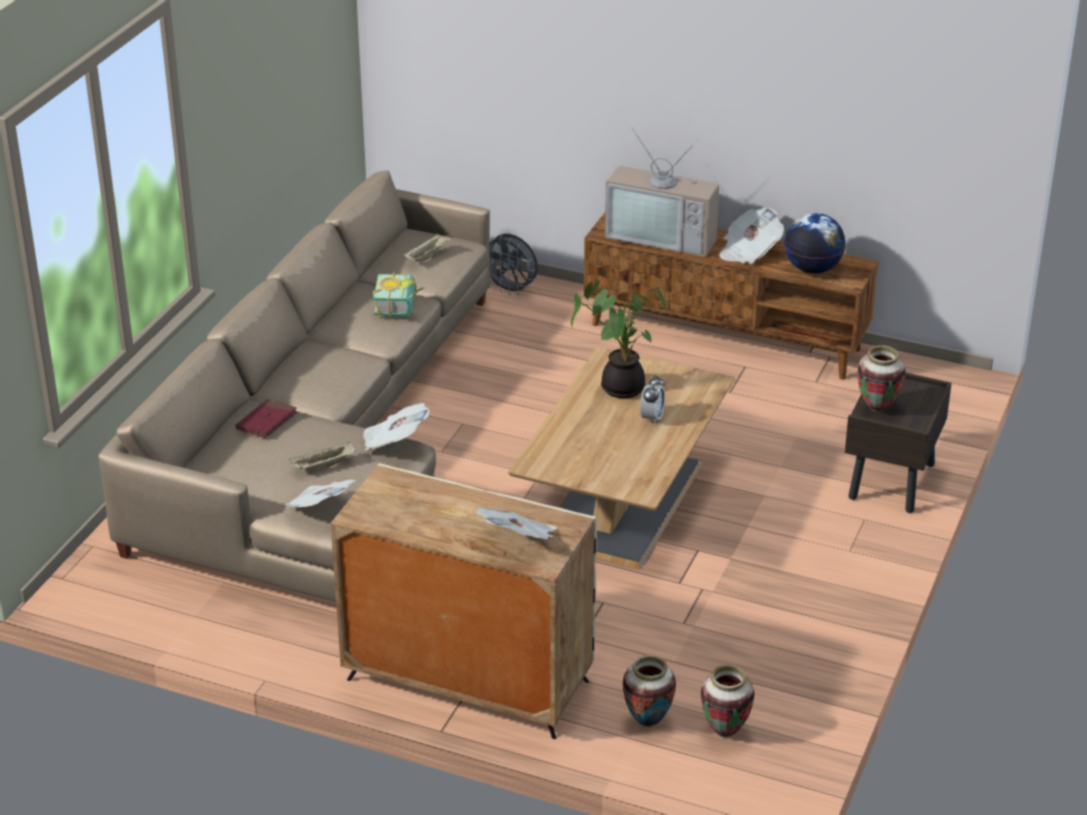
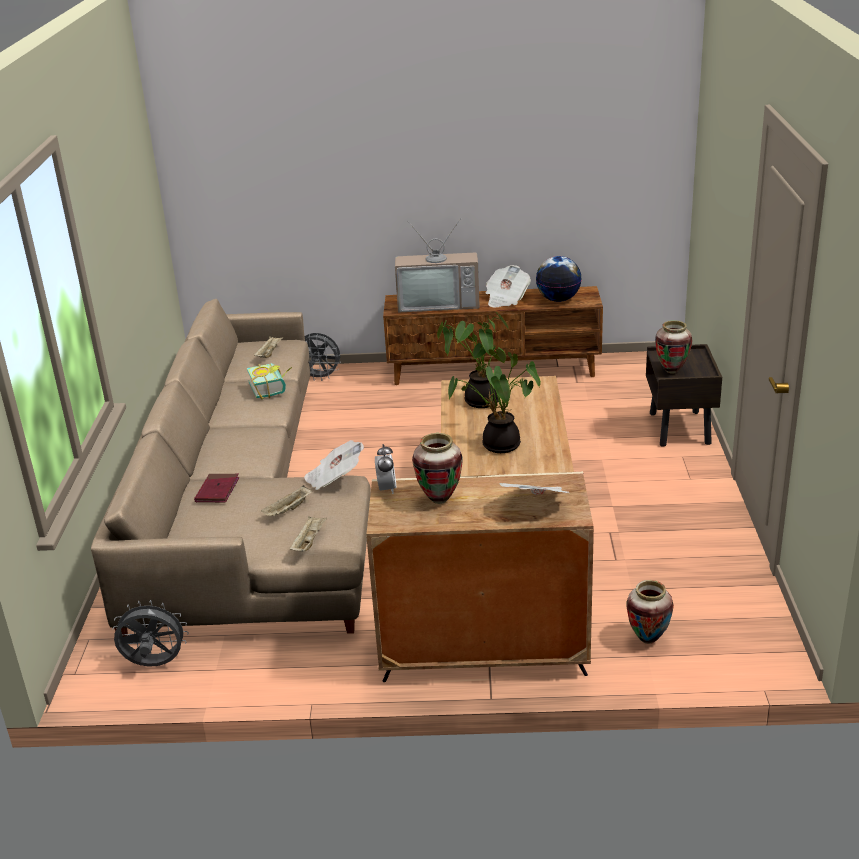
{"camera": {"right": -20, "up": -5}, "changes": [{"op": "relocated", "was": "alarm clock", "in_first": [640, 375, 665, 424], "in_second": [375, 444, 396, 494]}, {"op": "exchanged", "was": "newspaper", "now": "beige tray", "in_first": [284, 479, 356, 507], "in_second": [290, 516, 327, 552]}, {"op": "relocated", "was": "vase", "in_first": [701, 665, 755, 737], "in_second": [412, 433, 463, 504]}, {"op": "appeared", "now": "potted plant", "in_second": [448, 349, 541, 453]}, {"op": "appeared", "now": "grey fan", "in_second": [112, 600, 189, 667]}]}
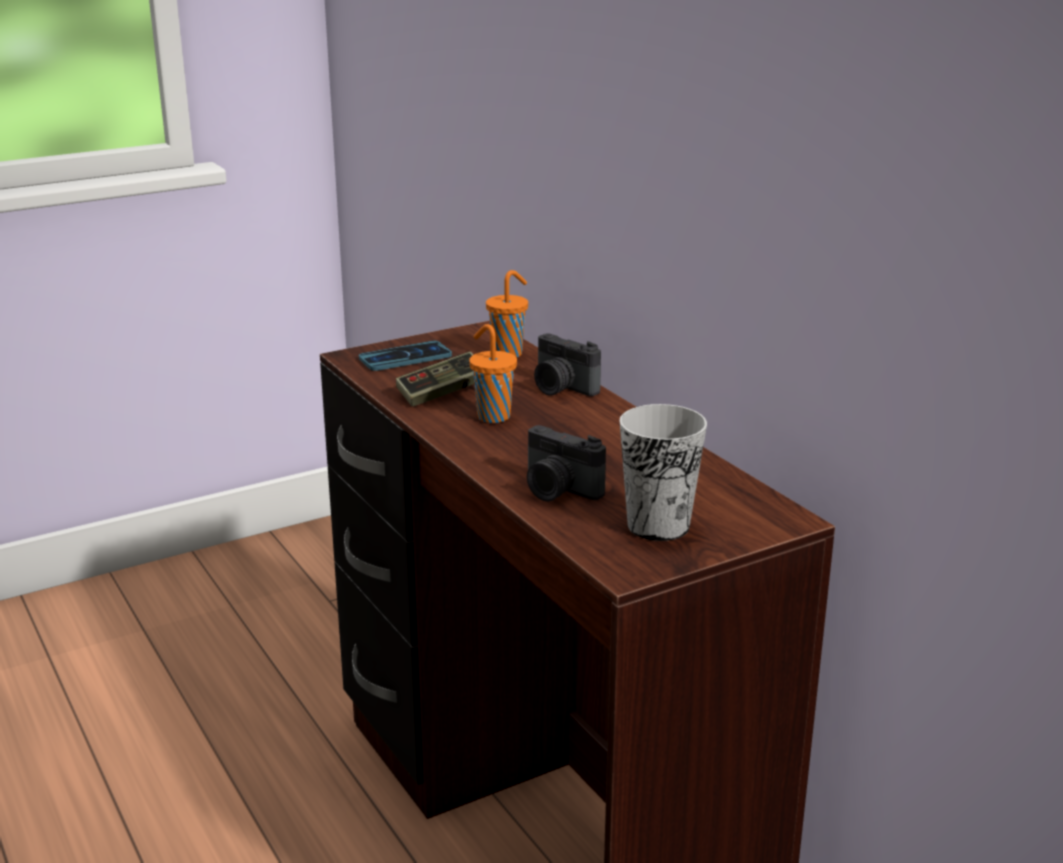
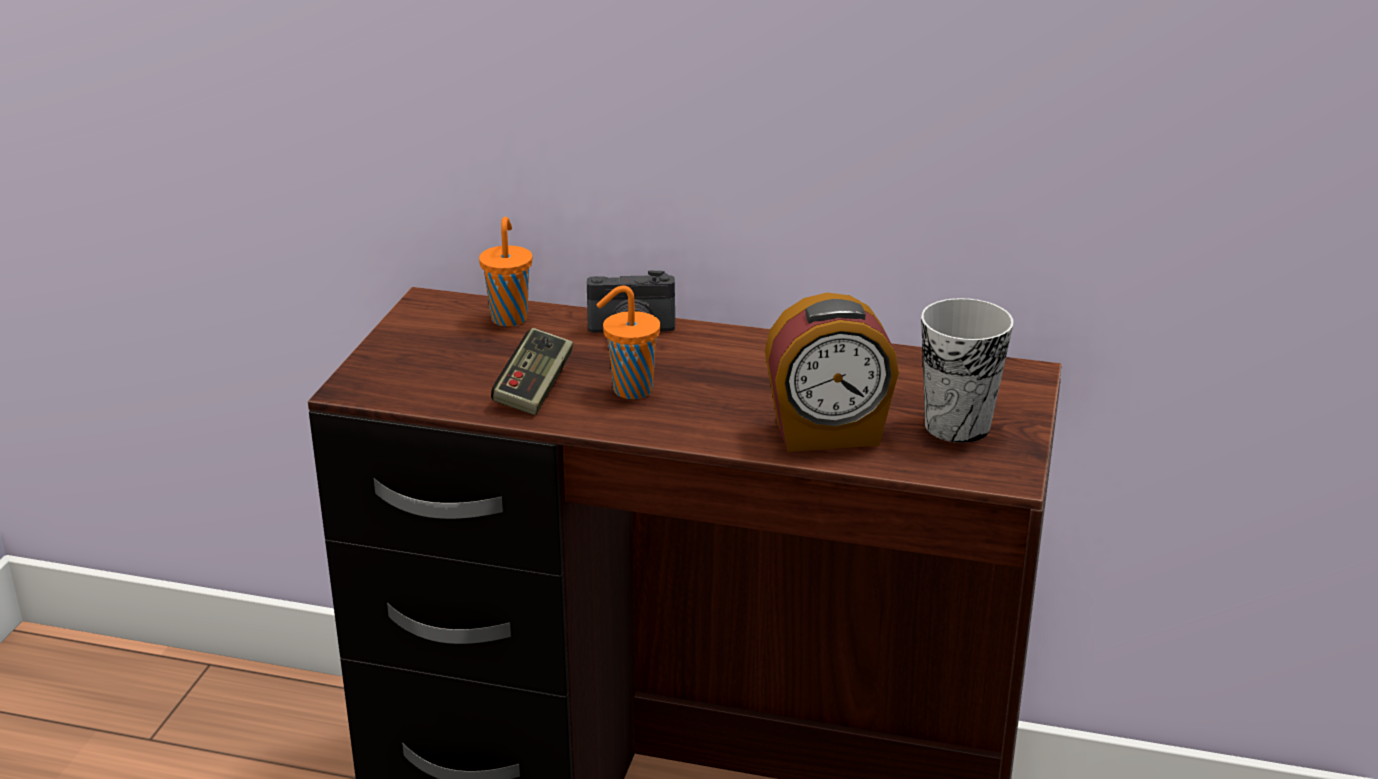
{"camera": {"right": -45, "up": 5}, "changes": [{"op": "missing", "was": "phone", "in_first": [359, 341, 452, 371]}, {"op": "exchanged", "was": "photo camera", "now": "alarm clock", "in_first": [527, 425, 606, 502], "in_second": [765, 293, 899, 452]}]}
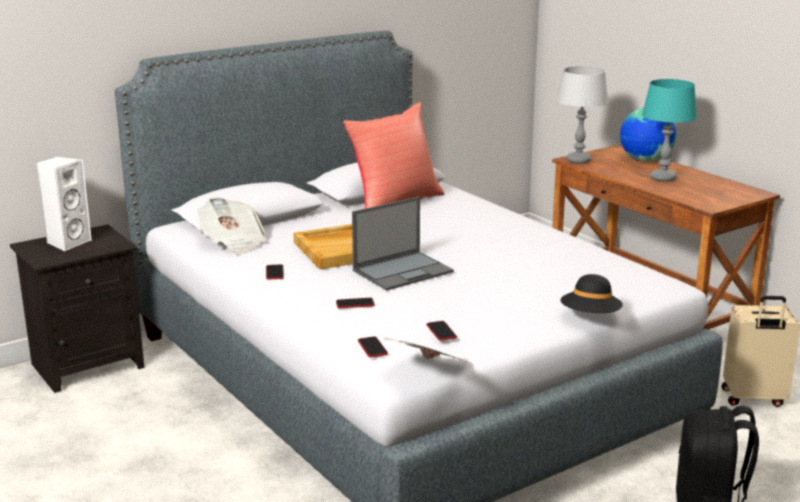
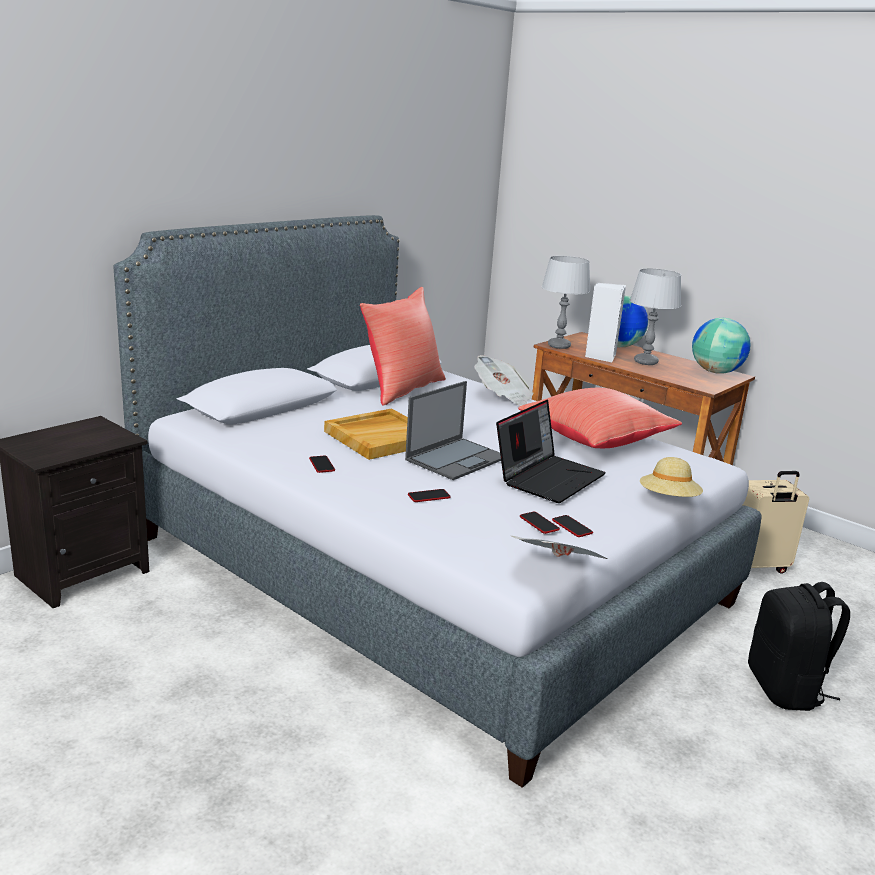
{"camera": {"right": -15, "up": 0}, "changes": [{"op": "colour", "was": "turquoise table lamp", "now": "grey table lamp", "in_first": [642, 79, 697, 182], "in_second": [630, 268, 681, 365]}, {"op": "relocated", "was": "white speaker", "in_first": [36, 156, 92, 251], "in_second": [585, 283, 626, 362]}, {"op": "relocated", "was": "newspaper", "in_first": [197, 197, 267, 255], "in_second": [474, 355, 534, 406]}, {"op": "colour", "was": "black hat", "now": "beige hat", "in_first": [561, 274, 623, 313], "in_second": [640, 457, 703, 497]}, {"op": "relocated", "was": "phone", "in_first": [358, 336, 388, 357], "in_second": [552, 515, 593, 537]}, {"op": "appeared", "now": "globe", "in_second": [692, 318, 751, 374]}, {"op": "appeared", "now": "red pillow", "in_second": [518, 388, 682, 448]}, {"op": "appeared", "now": "laptop", "in_second": [496, 400, 606, 503]}]}
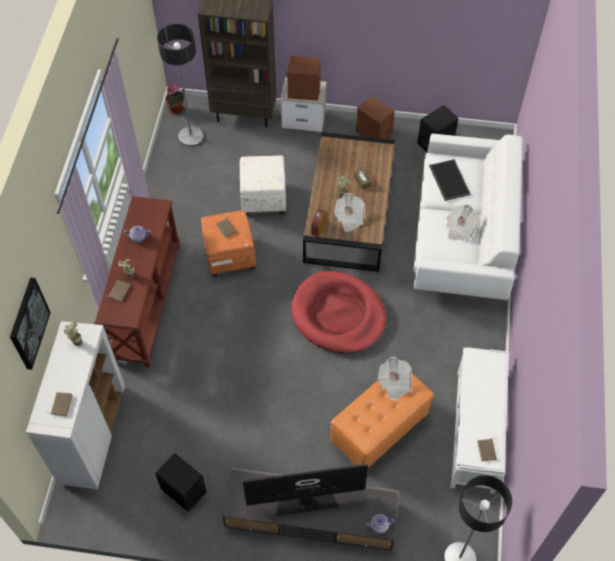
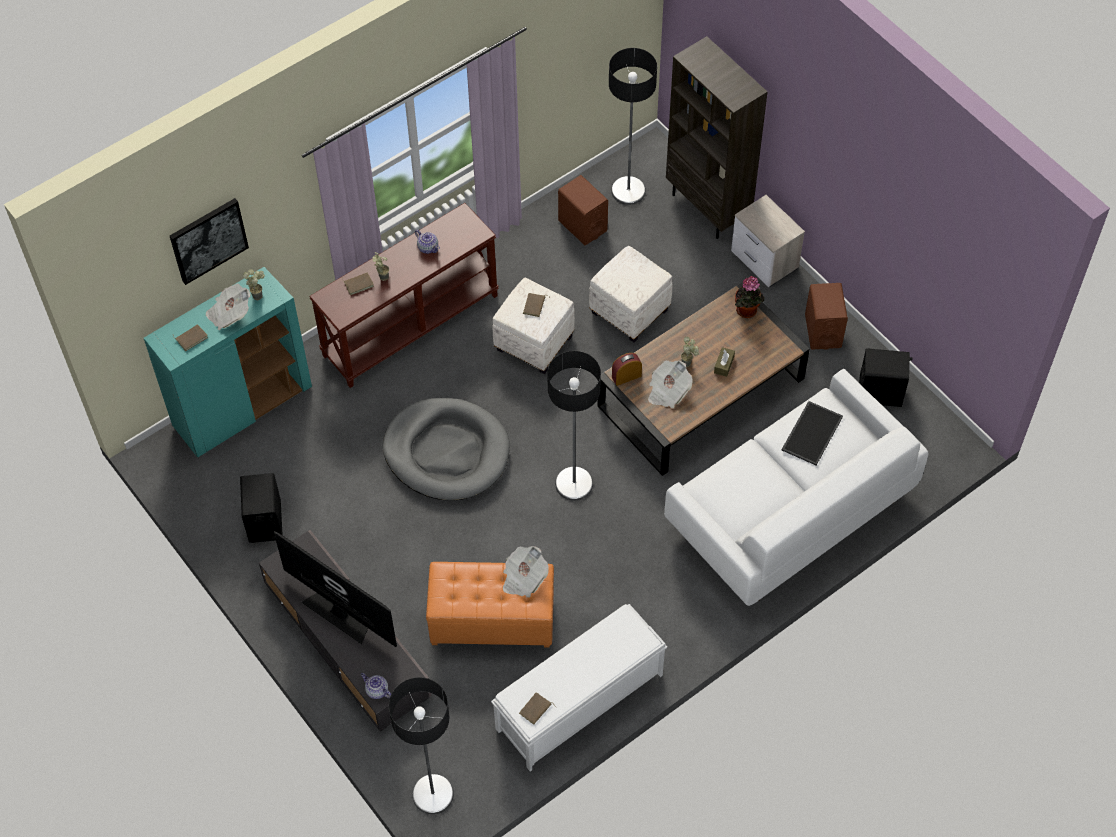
{"camera": {"right": 45, "up": 0}, "changes": [{"op": "relocated", "was": "brown speaker", "in_first": [285, 56, 321, 101], "in_second": [558, 175, 608, 245]}, {"op": "relocated", "was": "potted plant", "in_first": [166, 83, 184, 114], "in_second": [735, 276, 764, 318]}, {"op": "relocated", "was": "newspaper", "in_first": [446, 204, 480, 241], "in_second": [206, 284, 251, 330]}, {"op": "colour", "was": "orange ottoman", "now": "white ottoman", "in_first": [201, 210, 256, 277], "in_second": [493, 278, 575, 374]}, {"op": "exchanged", "was": "red dog bed", "now": "floor lamp", "in_first": [291, 271, 386, 353], "in_second": [547, 351, 601, 500]}, {"op": "colour", "was": "white cabinet", "now": "turquoise cabinet", "in_first": [26, 321, 125, 490], "in_second": [144, 267, 312, 458]}, {"op": "appeared", "now": "grey dog bed", "in_second": [383, 398, 510, 500]}]}
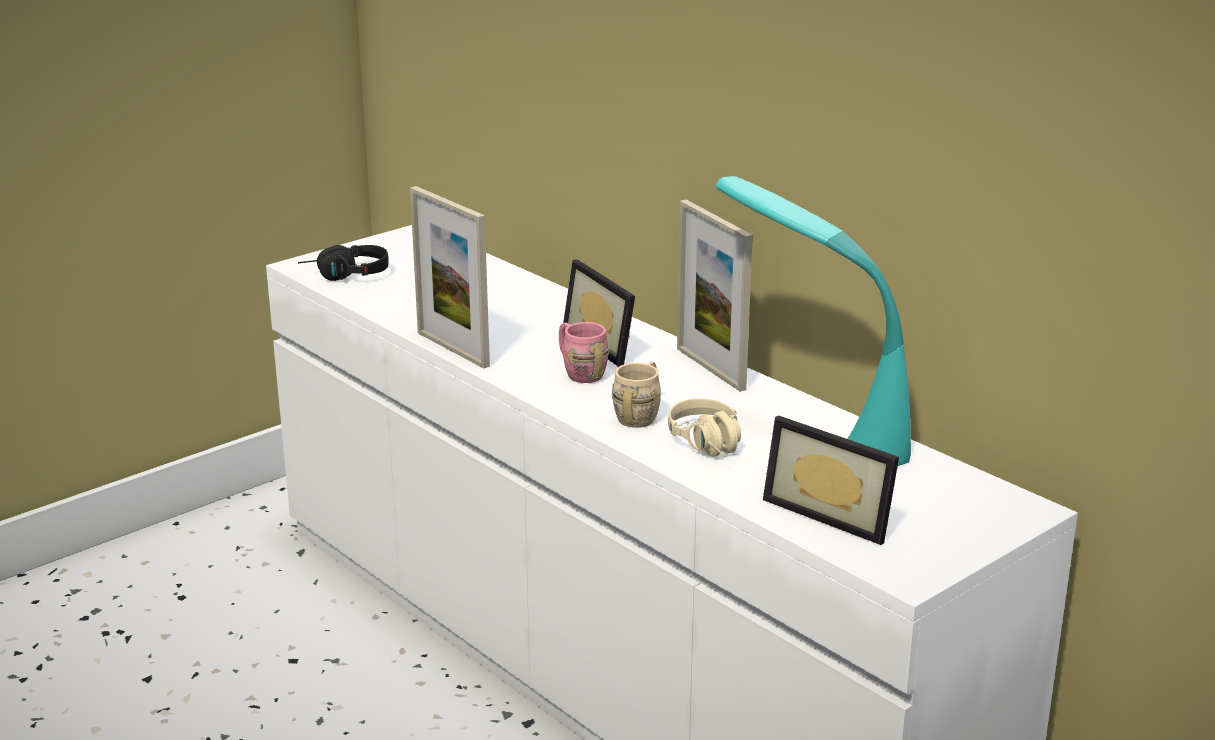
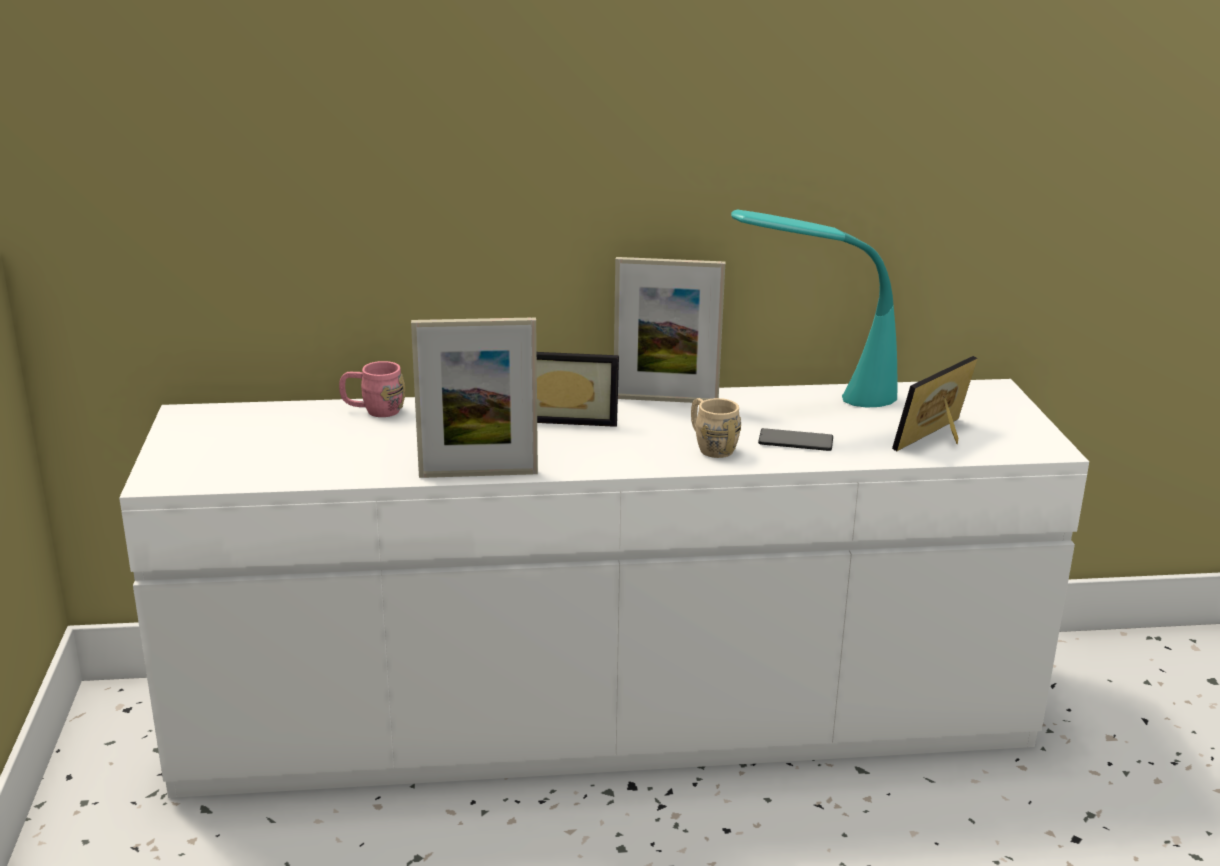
{"camera": {"right": -55, "up": 0}, "changes": [{"op": "missing", "was": "black headphones", "in_first": [298, 245, 389, 281]}, {"op": "relocated", "was": "pink mug", "in_first": [559, 322, 609, 383], "in_second": [339, 361, 405, 417]}, {"op": "exchanged", "was": "beige headphones", "now": "phone", "in_first": [668, 398, 741, 457], "in_second": [758, 428, 833, 451]}, {"op": "spun", "was": "picture frame", "in_first": [763, 416, 899, 545], "in_second": [892, 356, 978, 451], "clockwise": 150}]}
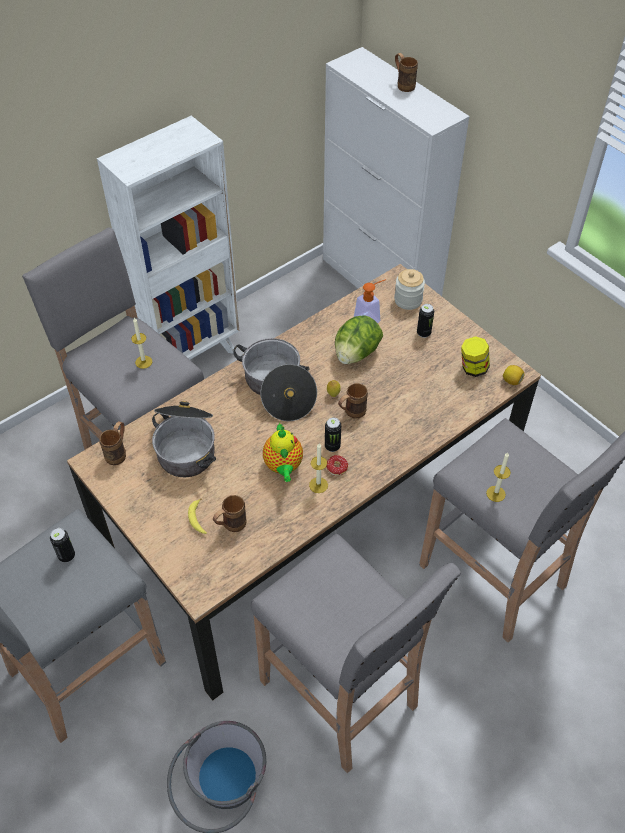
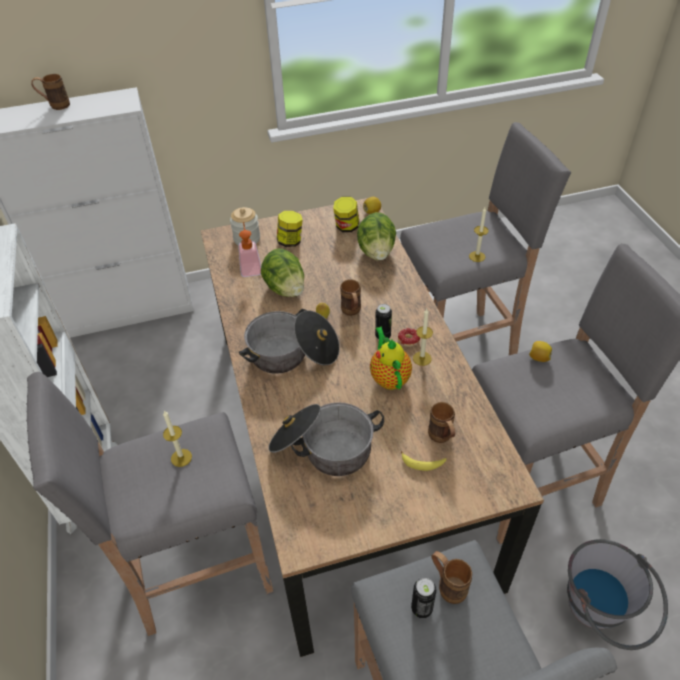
{"camera": {"right": -65, "up": -5}, "changes": [{"op": "exchanged", "was": "can", "now": "jar", "in_first": [417, 304, 434, 338], "in_second": [277, 211, 303, 247]}, {"op": "relocated", "was": "brown mug", "in_first": [99, 421, 126, 465], "in_second": [431, 551, 472, 604]}, {"op": "spun", "was": "teapot", "in_first": [263, 422, 303, 482], "in_second": [370, 327, 412, 390], "clockwise": -120}, {"op": "appeared", "now": "lettuce", "in_second": [357, 212, 396, 261]}, {"op": "appeared", "now": "lemon", "in_second": [529, 341, 552, 362]}]}
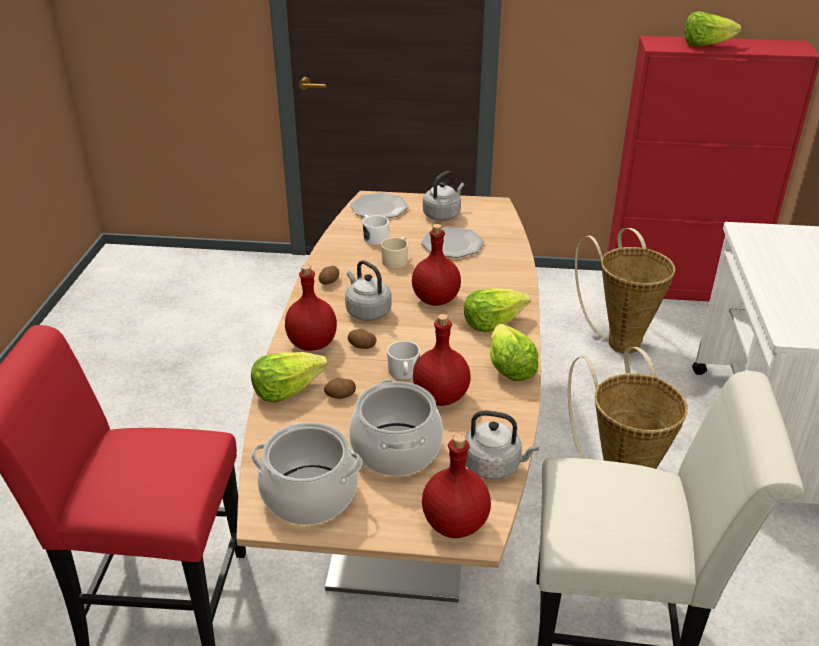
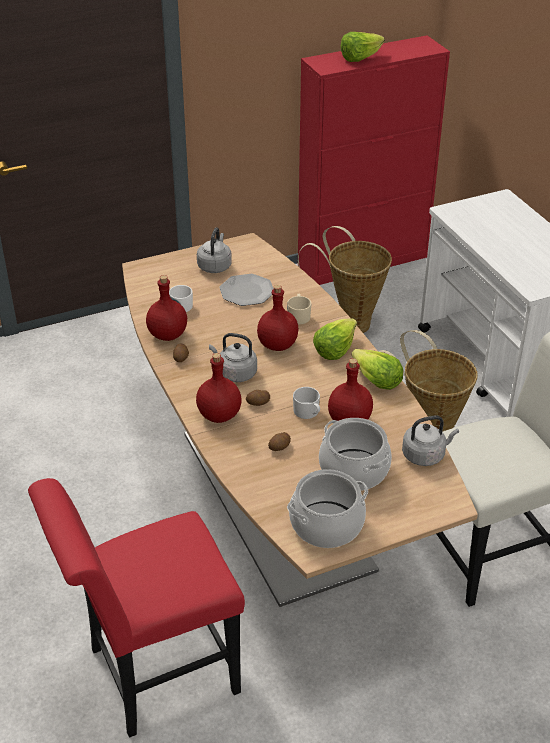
{"camera": {"right": -30, "up": 5}, "changes": [{"op": "missing", "was": "plate", "in_first": [350, 192, 408, 218]}, {"op": "relocated", "was": "beige mug", "in_first": [381, 236, 408, 269], "in_second": [287, 294, 312, 325]}, {"op": "missing", "was": "lettuce", "in_first": [251, 352, 328, 403]}, {"op": "relocated", "was": "red bottle", "in_first": [422, 433, 491, 538], "in_second": [146, 275, 187, 341]}]}
